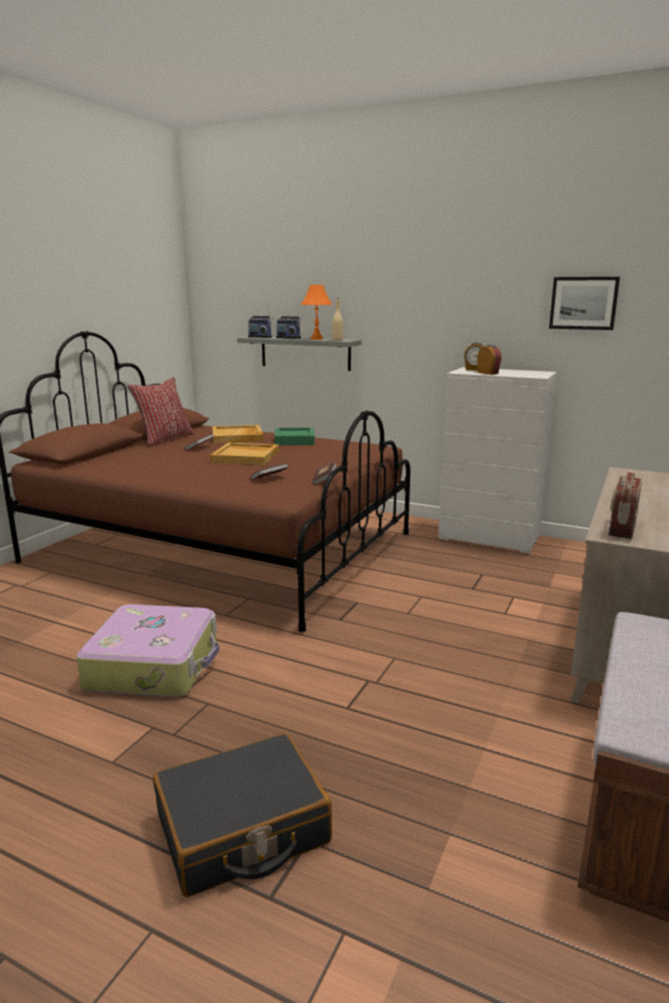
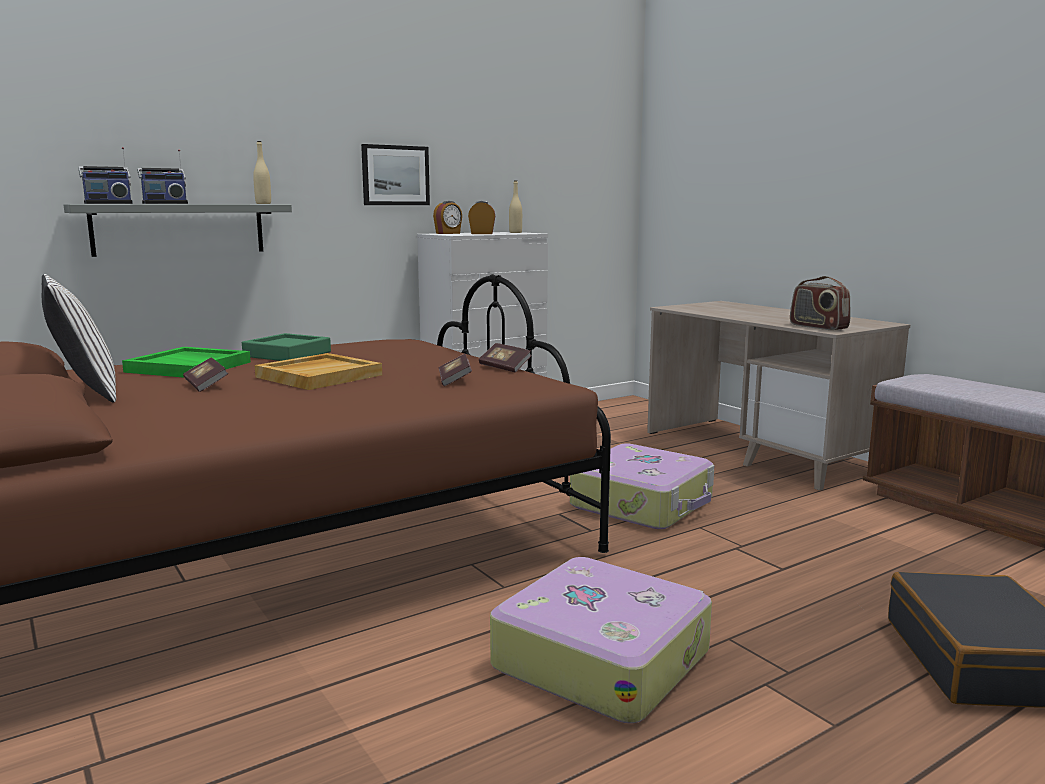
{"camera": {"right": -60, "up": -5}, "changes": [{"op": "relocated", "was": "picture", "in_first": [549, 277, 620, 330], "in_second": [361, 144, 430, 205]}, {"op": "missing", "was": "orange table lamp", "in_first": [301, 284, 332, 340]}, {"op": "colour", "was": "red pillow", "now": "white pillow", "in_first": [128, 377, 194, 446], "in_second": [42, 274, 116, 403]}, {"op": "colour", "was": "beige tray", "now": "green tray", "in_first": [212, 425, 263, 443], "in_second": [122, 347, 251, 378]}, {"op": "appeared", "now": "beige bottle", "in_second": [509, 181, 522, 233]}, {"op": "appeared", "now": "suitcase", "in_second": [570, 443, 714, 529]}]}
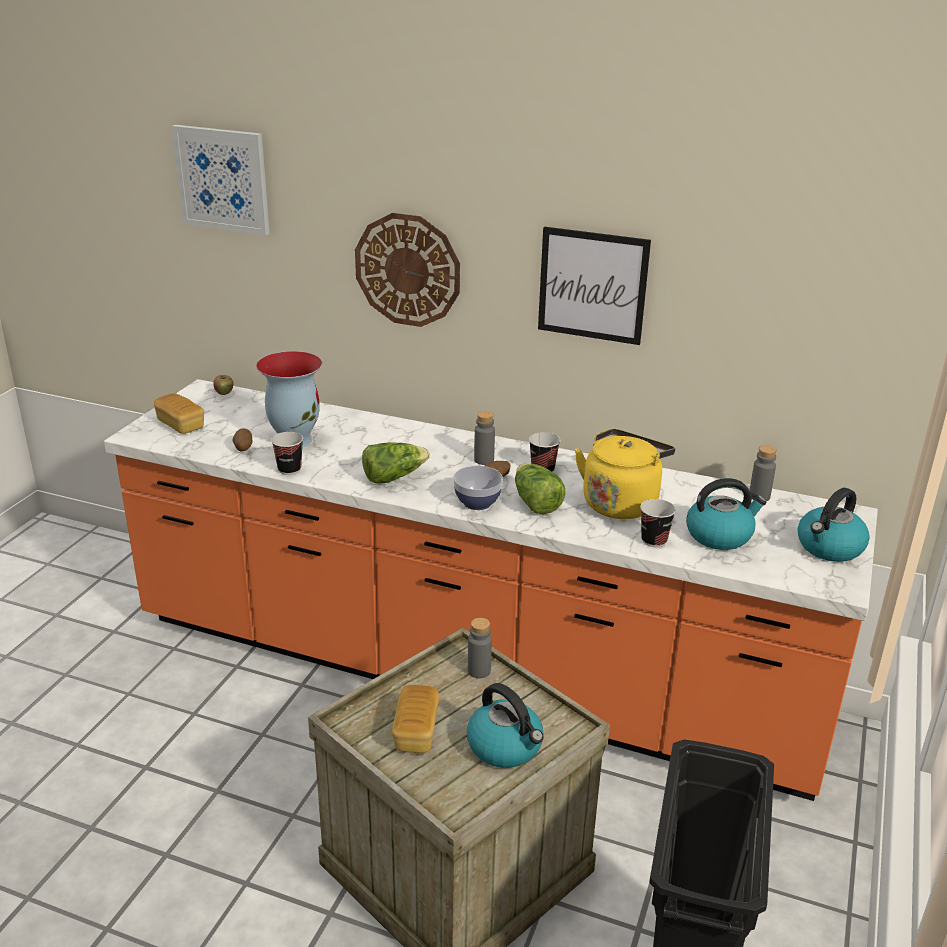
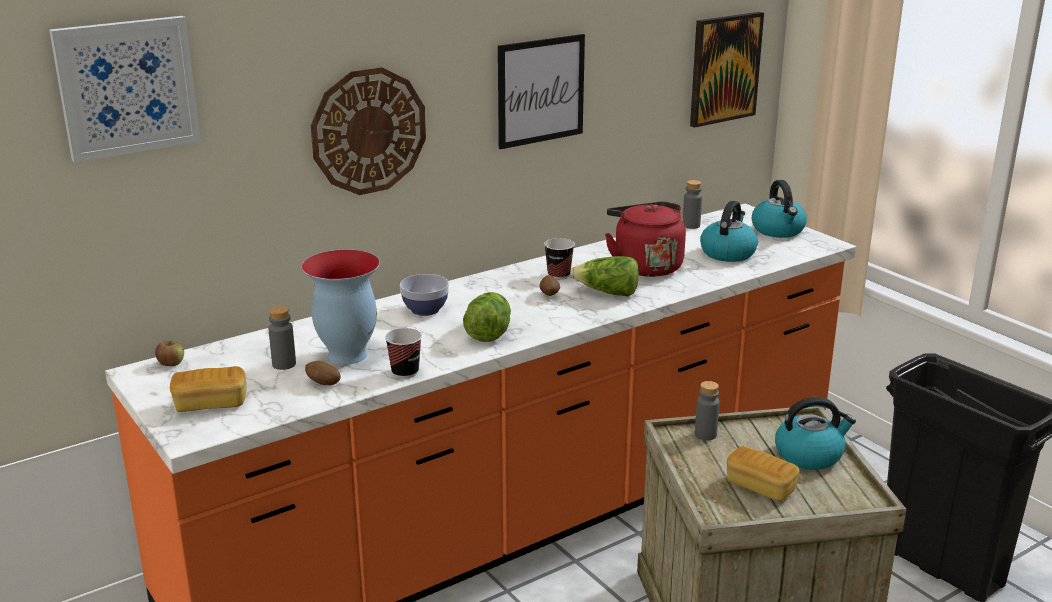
{"camera": {"right": -55, "up": -5}, "changes": [{"op": "relocated", "was": "grey bottle", "in_first": [474, 411, 495, 465], "in_second": [268, 306, 296, 370]}, {"op": "colour", "was": "yellow kettle", "now": "red kettle", "in_first": [575, 428, 675, 519], "in_second": [605, 201, 686, 277]}, {"op": "relocated", "was": "bowl", "in_first": [453, 466, 503, 510], "in_second": [400, 274, 449, 316]}, {"op": "missing", "was": "cup", "in_first": [640, 499, 676, 547]}, {"op": "appeared", "now": "picture", "in_second": [690, 12, 764, 128]}]}
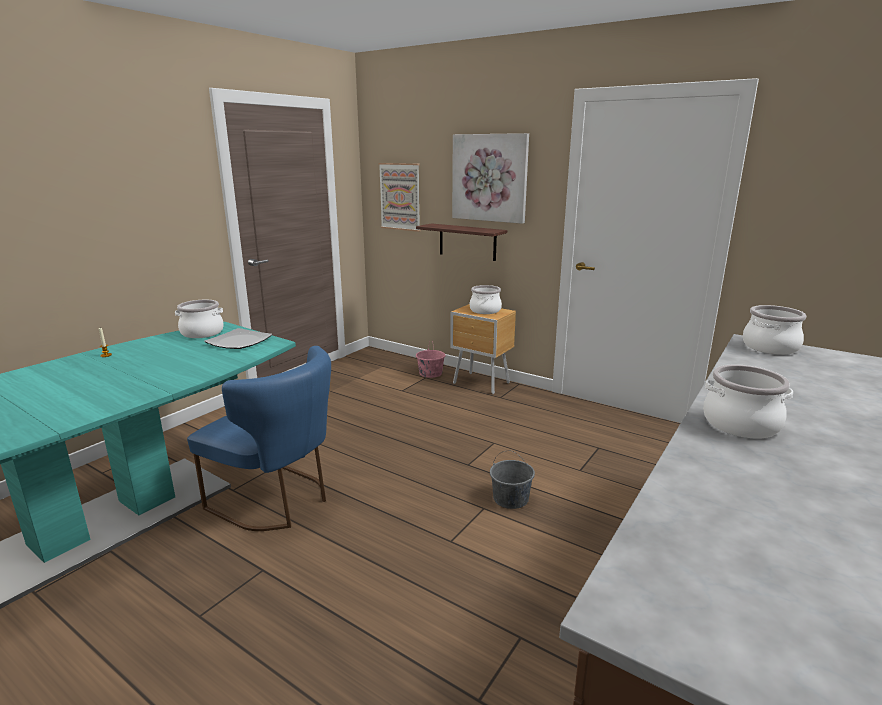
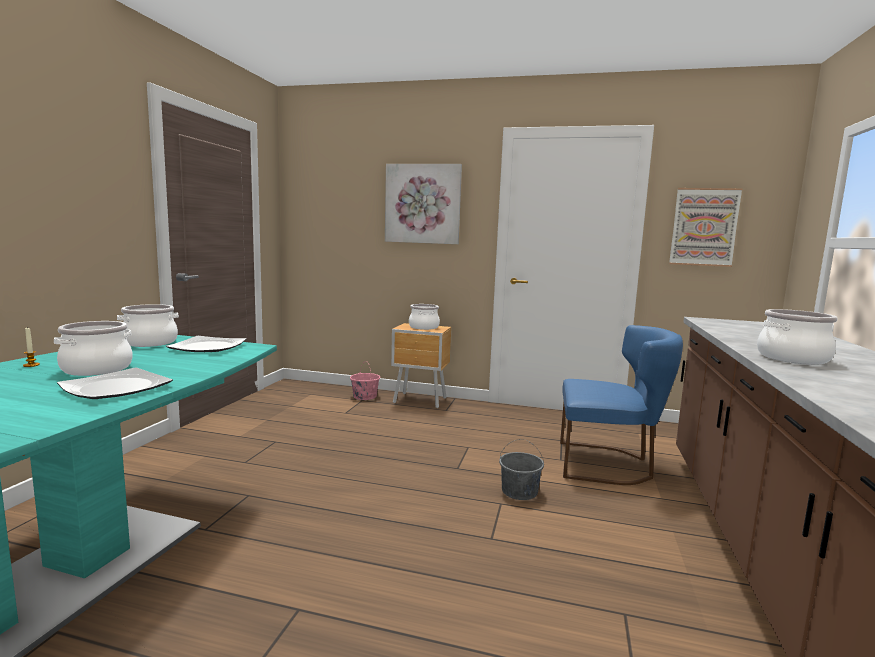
{"camera": {"right": -20, "up": -10}, "changes": [{"op": "relocated", "was": "picture", "in_first": [378, 163, 420, 232], "in_second": [669, 188, 743, 267]}, {"op": "missing", "was": "shelf", "in_first": [416, 223, 507, 261]}, {"op": "relocated", "was": "cooking pot", "in_first": [743, 305, 806, 355], "in_second": [54, 321, 133, 376]}, {"op": "relocated", "was": "blue chair", "in_first": [187, 346, 331, 531], "in_second": [560, 325, 683, 485]}, {"op": "appeared", "now": "plate", "in_second": [57, 368, 173, 399]}]}
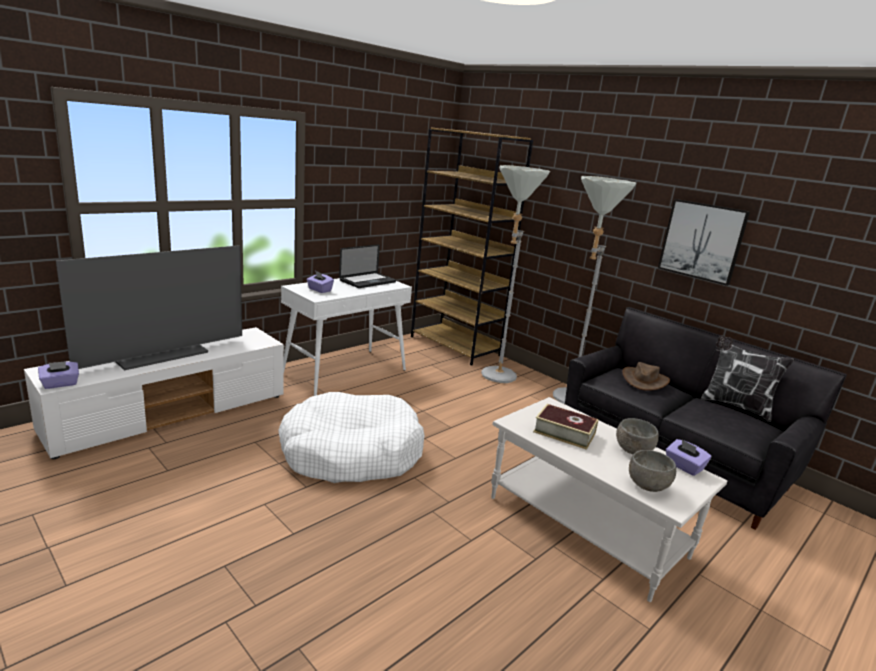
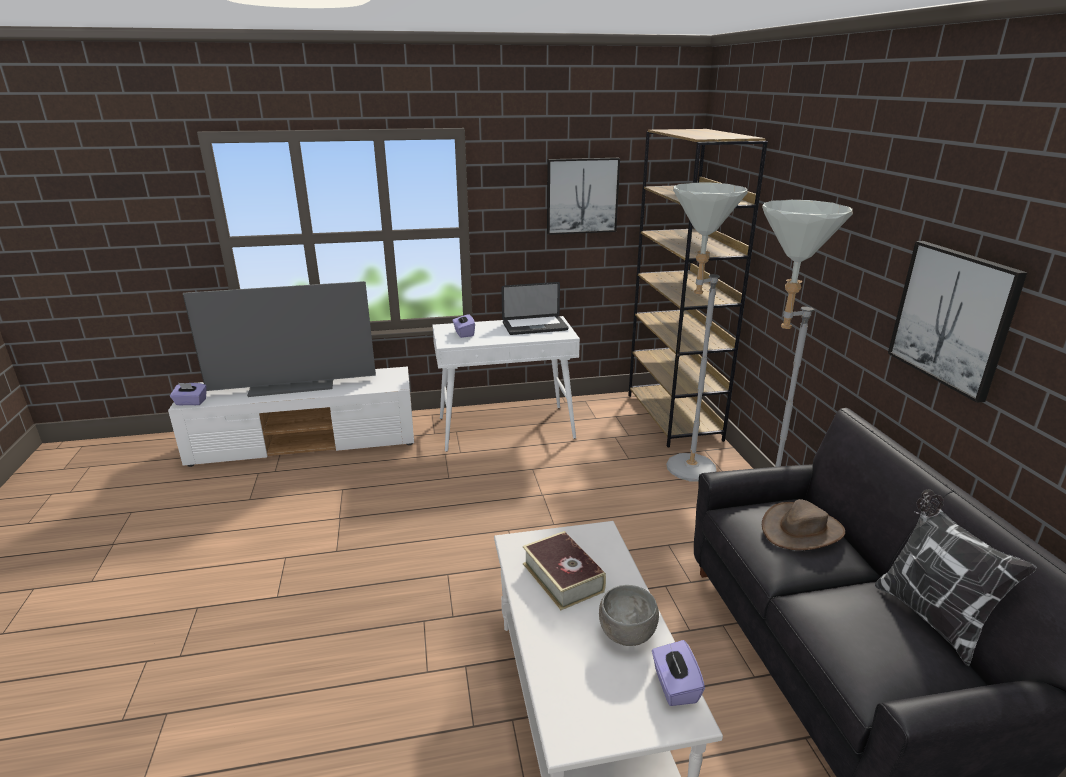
{"camera": {"right": 35, "up": 5}, "changes": [{"op": "missing", "was": "white dog bed", "in_first": [278, 392, 425, 483]}, {"op": "missing", "was": "grey bowl", "in_first": [629, 450, 676, 492]}, {"op": "appeared", "now": "picture", "in_second": [547, 158, 620, 235]}]}
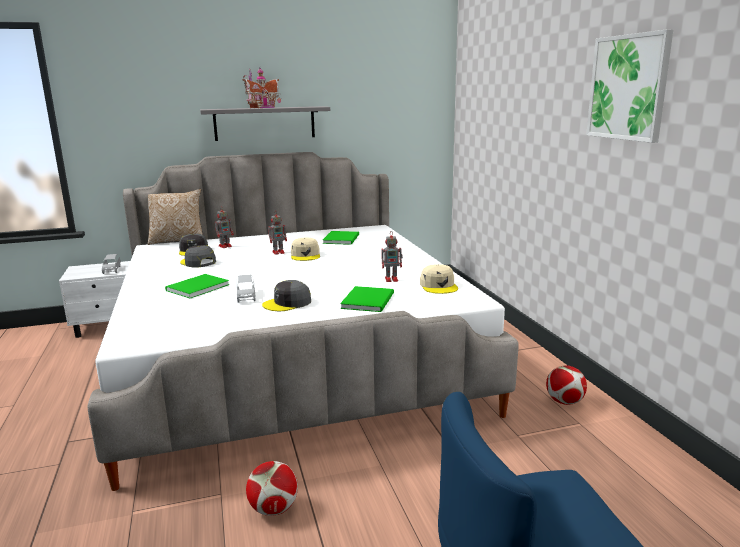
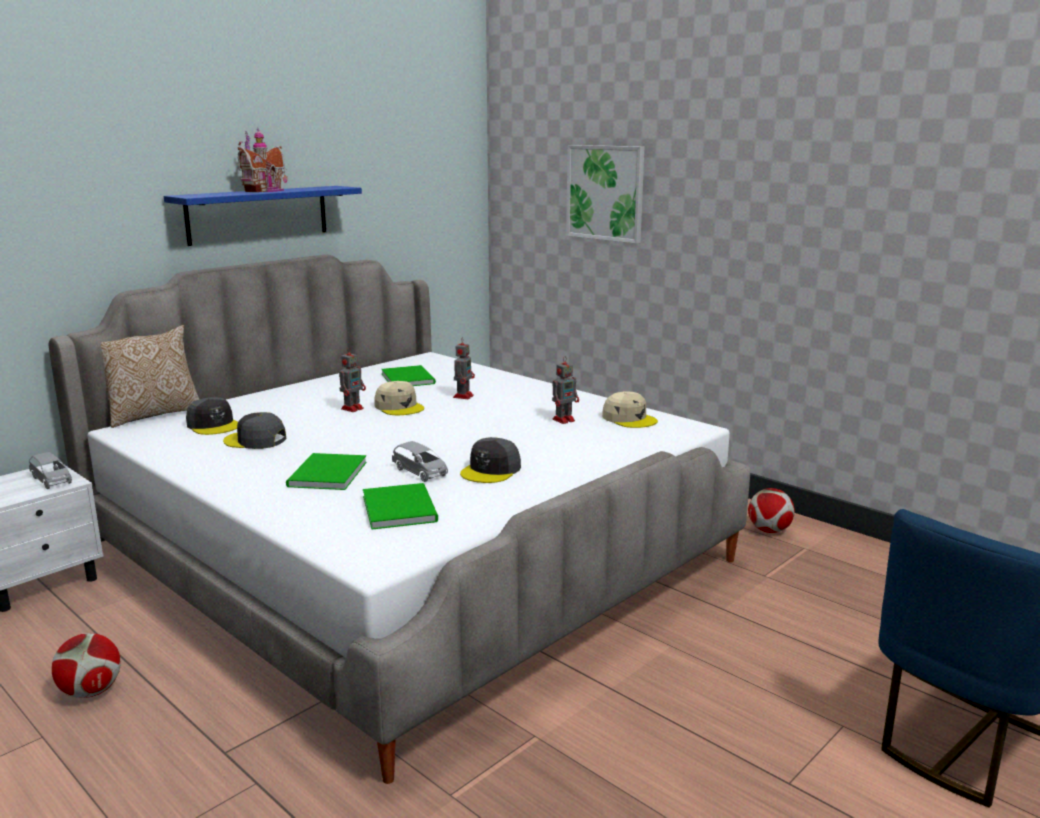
{"camera": {"right": -30, "up": 0}, "changes": [{"op": "relocated", "was": "picture", "in_first": [586, 29, 673, 143], "in_second": [566, 145, 644, 244]}, {"op": "colour", "was": "grey shelf", "now": "blue shelf", "in_first": [200, 106, 330, 141], "in_second": [164, 186, 362, 246]}, {"op": "relocated", "was": "toy robot", "in_first": [215, 206, 234, 248], "in_second": [453, 337, 475, 399]}, {"op": "relocated", "was": "green book", "in_first": [340, 286, 394, 312], "in_second": [363, 483, 438, 530]}, {"op": "relocated", "was": "football", "in_first": [246, 461, 298, 516], "in_second": [52, 633, 121, 698]}]}
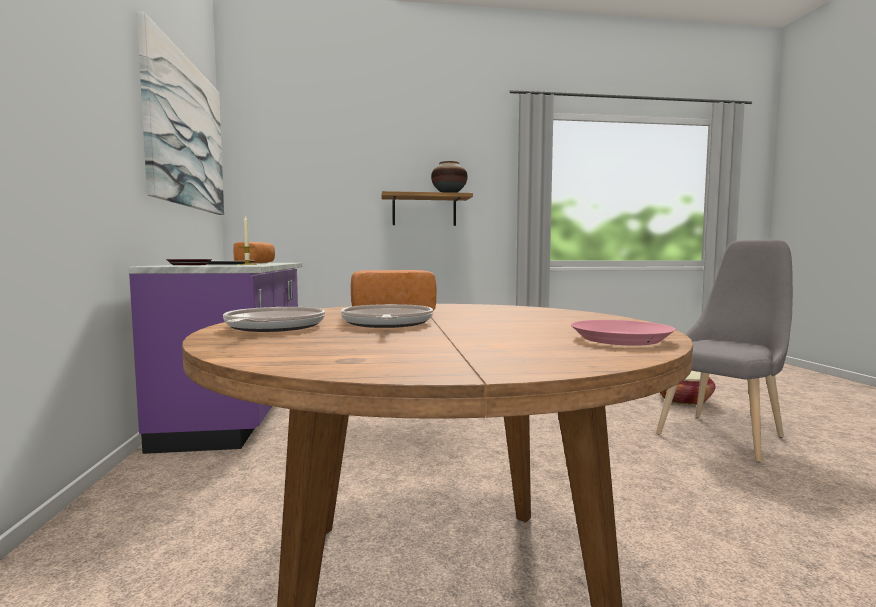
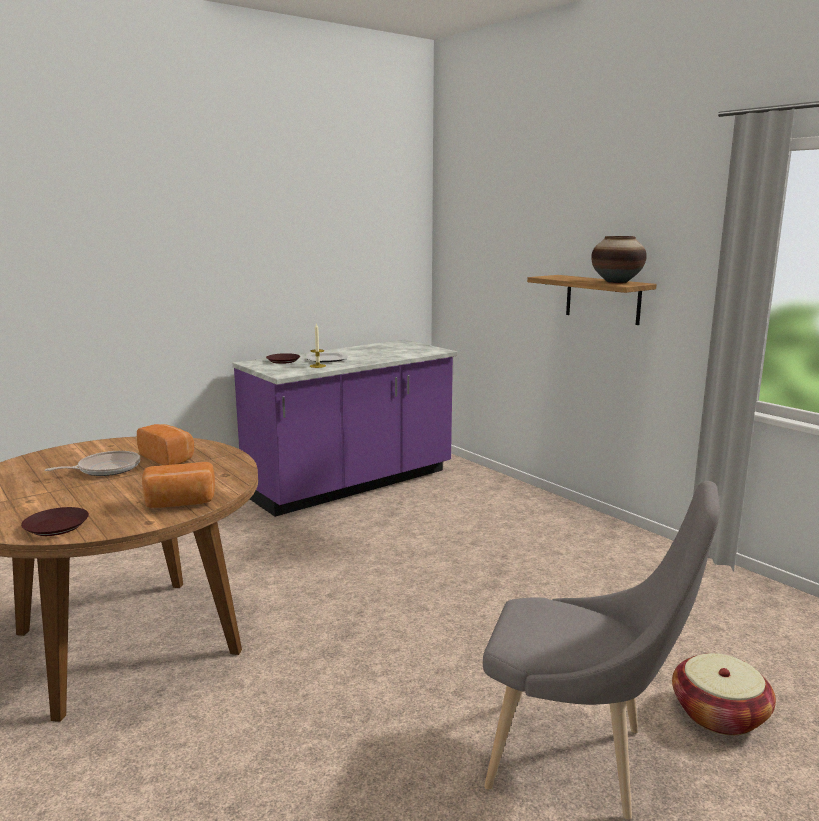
{"camera": {"right": 60, "up": 10}, "changes": [{"op": "missing", "was": "picture", "in_first": [137, 11, 224, 215]}, {"op": "relocated", "was": "bread", "in_first": [233, 242, 275, 263], "in_second": [142, 462, 215, 508]}, {"op": "missing", "was": "frying pan", "in_first": [223, 307, 325, 332]}, {"op": "colour", "was": "pink plate", "now": "brown plate", "in_first": [571, 320, 675, 346], "in_second": [21, 507, 89, 536]}]}
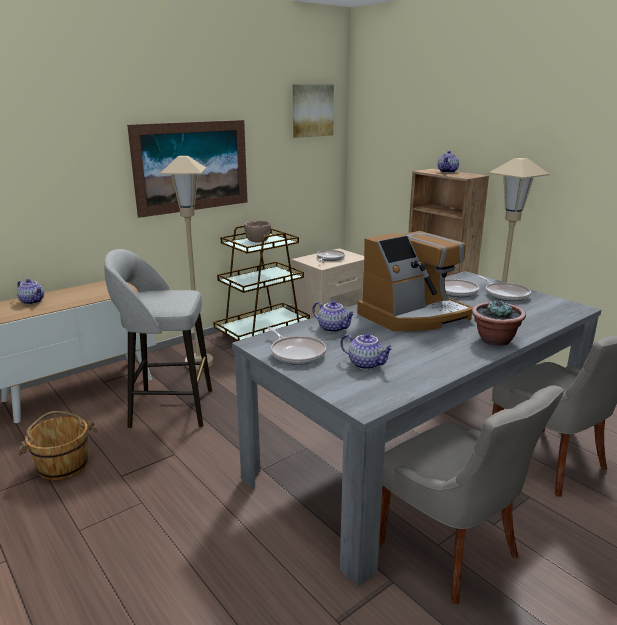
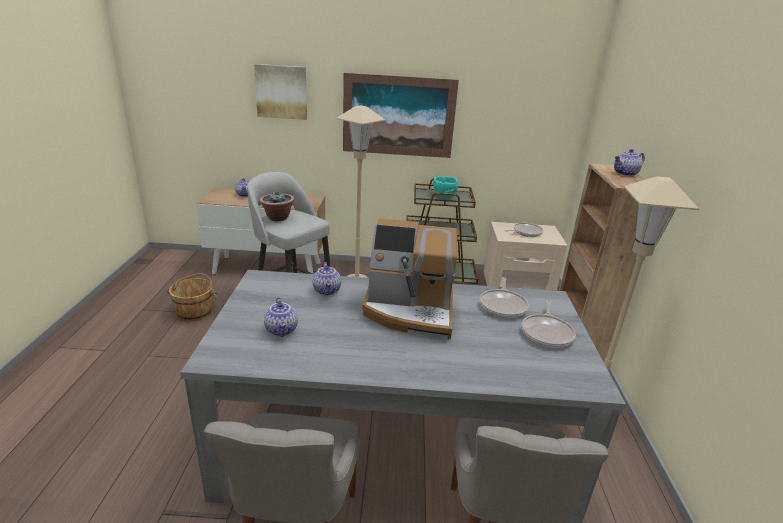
{"camera": {"right": 40, "up": 5}, "changes": [{"op": "relocated", "was": "picture", "in_first": [293, 84, 334, 138], "in_second": [254, 64, 307, 120]}, {"op": "colour", "was": "brown bowl", "now": "turquoise bowl", "in_first": [244, 220, 271, 243], "in_second": [433, 176, 458, 198]}, {"op": "relocated", "was": "potted plant", "in_first": [472, 300, 526, 346], "in_second": [260, 191, 294, 221]}, {"op": "missing", "was": "frying pan", "in_first": [267, 327, 326, 365]}]}
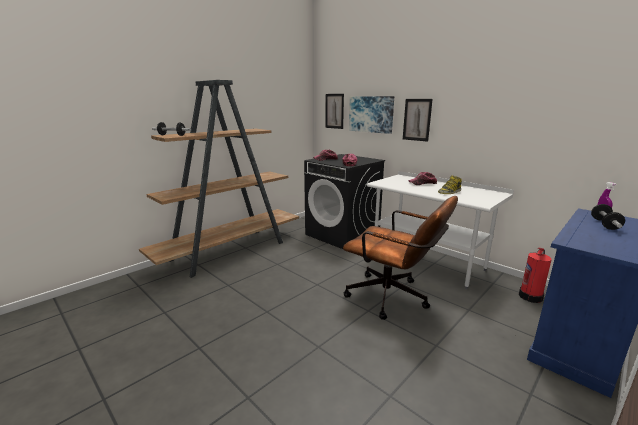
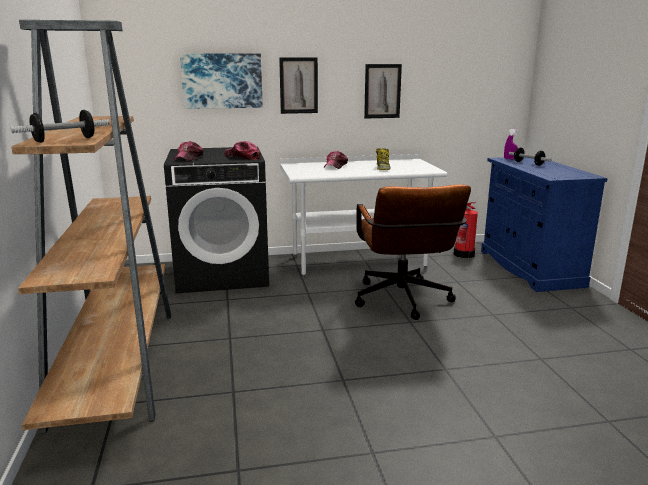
{"camera": {"right": -55, "up": 0}, "changes": [{"op": "relocated", "was": "picture", "in_first": [325, 94, 344, 129], "in_second": [364, 64, 402, 118]}, {"op": "spun", "was": "brown office chair", "in_first": [343, 196, 458, 320], "in_second": [355, 184, 471, 320], "clockwise": 105}]}
